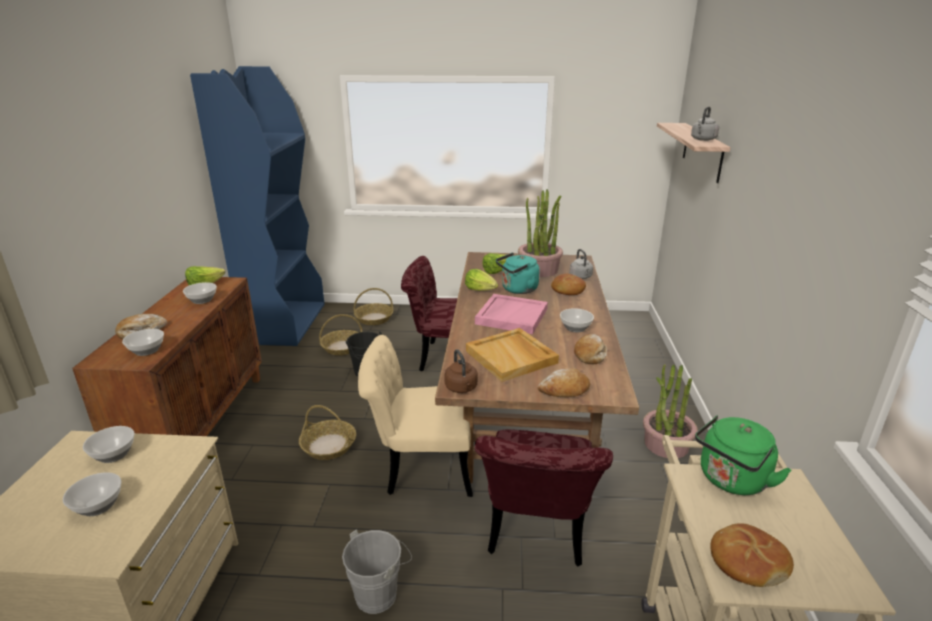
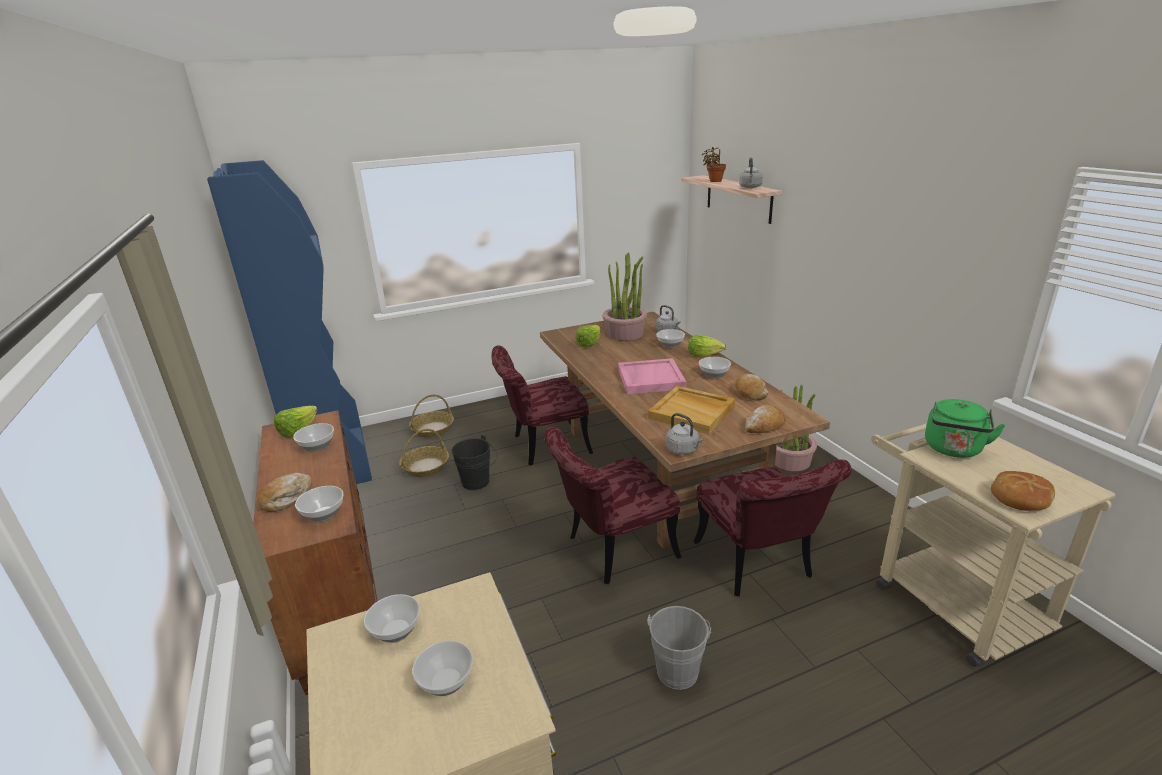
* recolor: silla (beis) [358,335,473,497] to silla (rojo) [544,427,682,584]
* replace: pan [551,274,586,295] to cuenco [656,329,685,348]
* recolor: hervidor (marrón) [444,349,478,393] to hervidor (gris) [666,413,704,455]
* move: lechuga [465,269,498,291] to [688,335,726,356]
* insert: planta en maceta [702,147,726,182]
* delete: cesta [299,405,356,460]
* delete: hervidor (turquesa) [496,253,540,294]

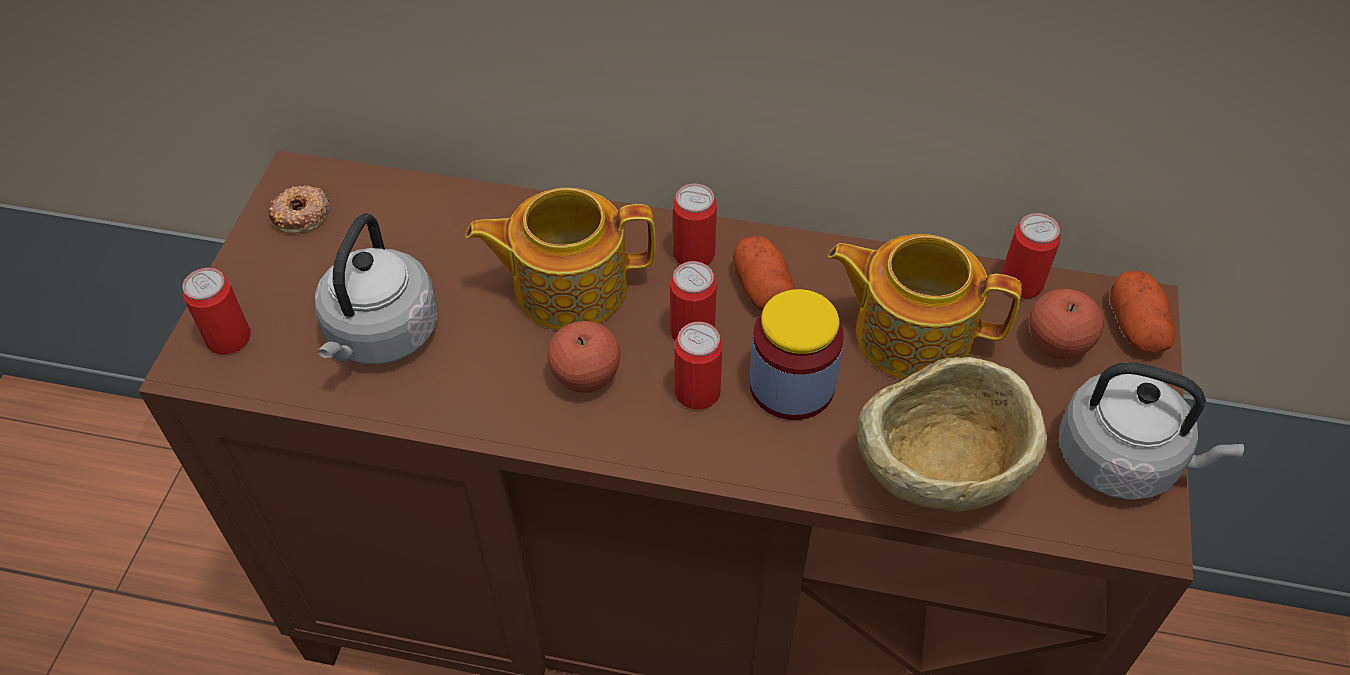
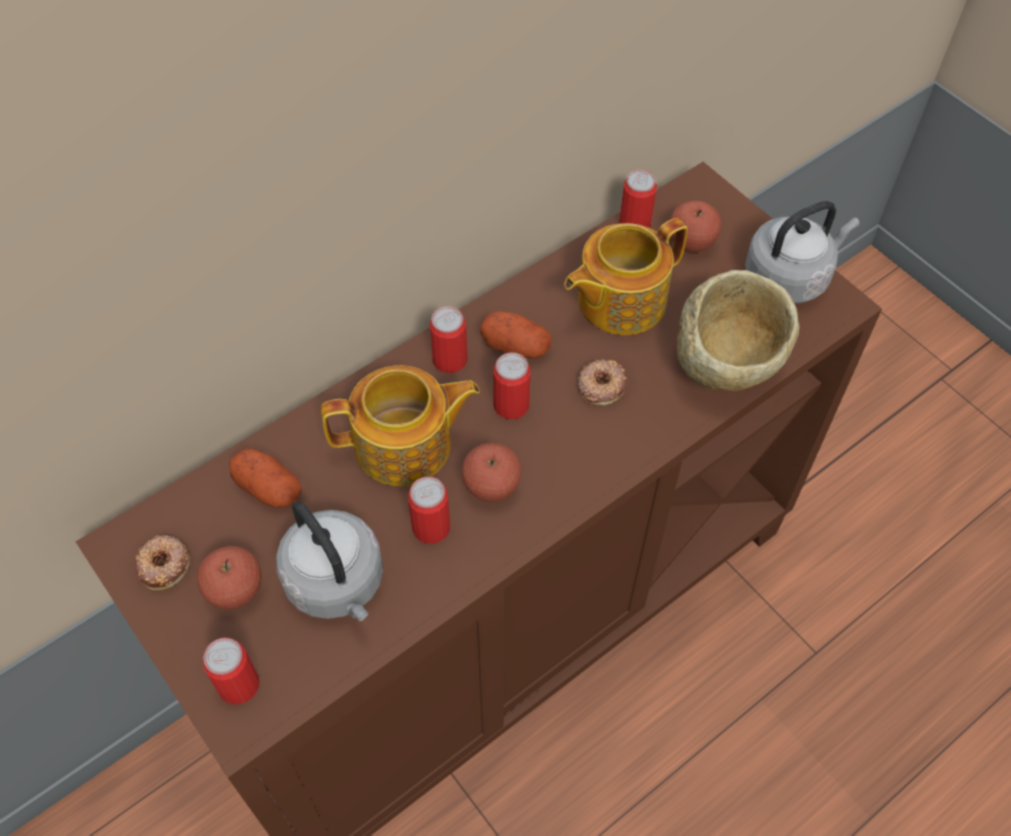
* insert: manzana [197,546,262,609]
* move: patata [1110,271,1175,353] to [229,448,302,508]
* rotate: tetera [465,188,656,330] = [321,365,480,486] 135 degrees counterclockwise
* move: lata [674,322,722,409] to [408,477,450,544]
* replace: tarro [749,289,844,420] to rosquilla [578,359,627,406]

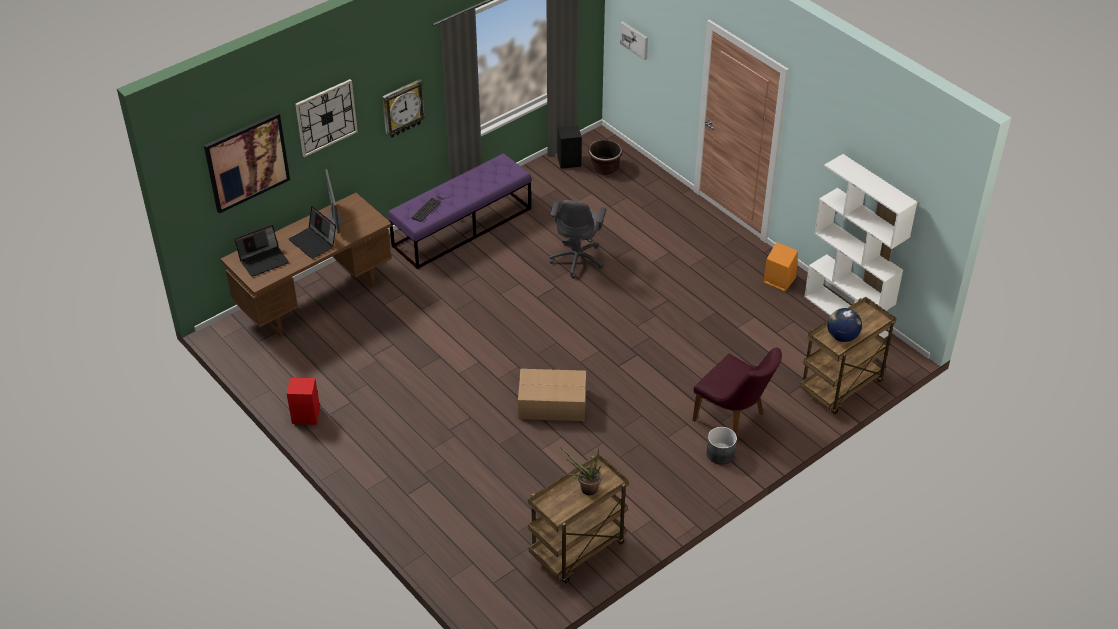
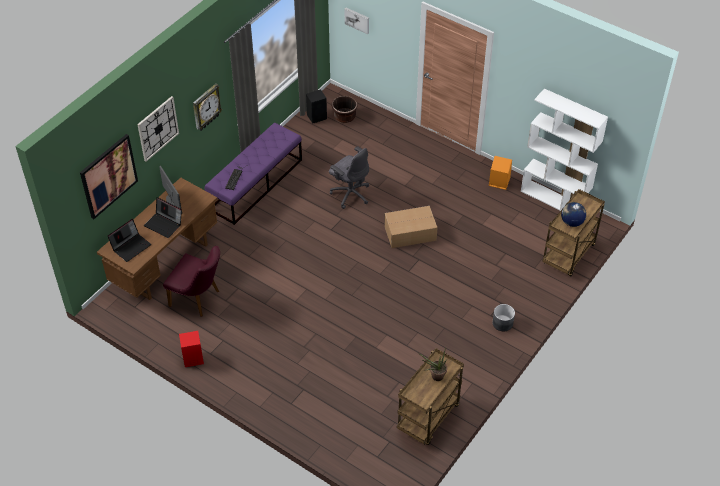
* move: silla (morado) [693,348,782,436] to [163,246,220,317]
* rotate: silla de oficina (gris) [549,200,607,279] = [329,146,369,209] 45 degrees counterclockwise
* move: caja de cartón [518,369,586,421] to [384,206,437,248]

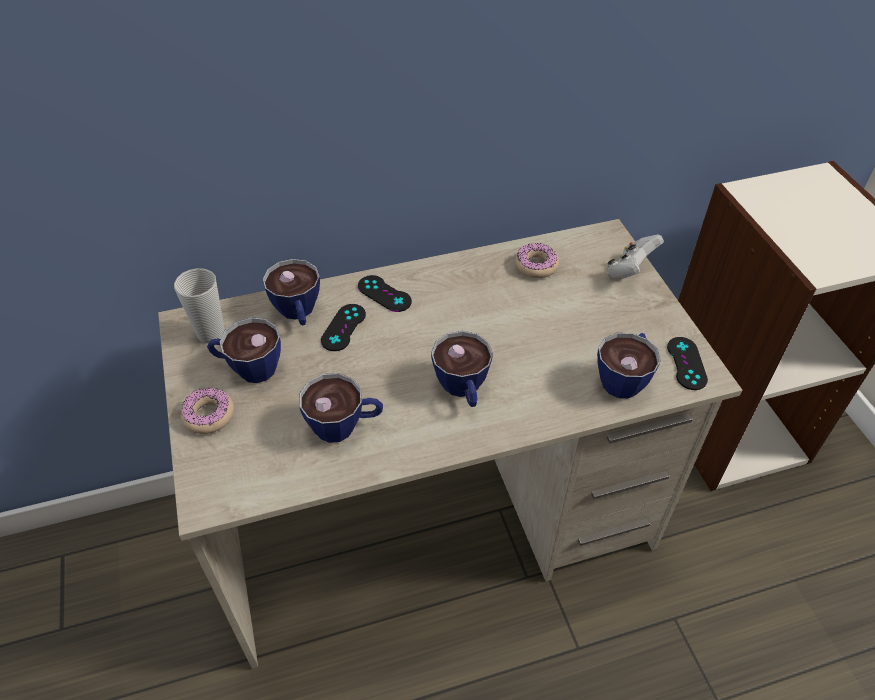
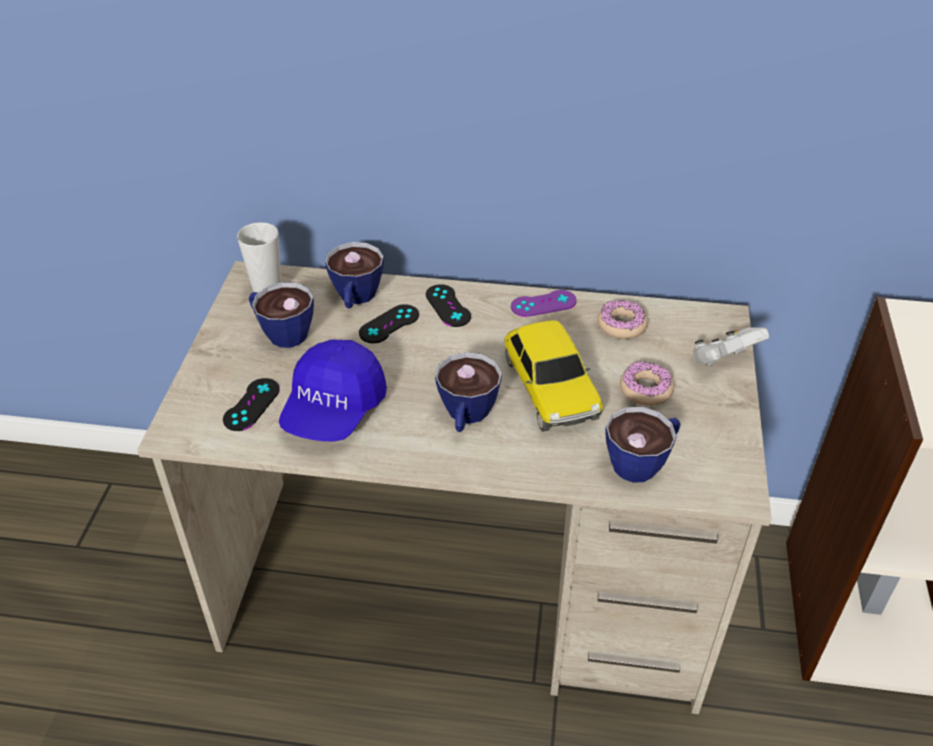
* move: mando de consola (negro) [667,337,708,390] to [223,378,280,431]
* replace: taza [299,373,383,443] to gorra (azul) [279,339,387,442]
* insert: coche de juguete [504,320,603,432]
* insert: mando de consola (morado) [511,290,577,317]
* move: rosquilla [181,388,234,434] to [620,361,674,406]

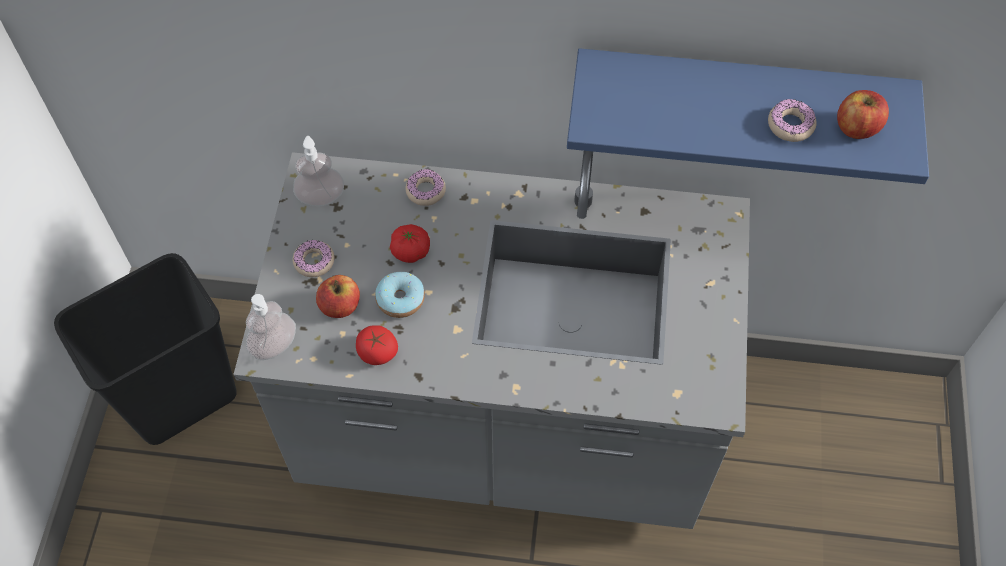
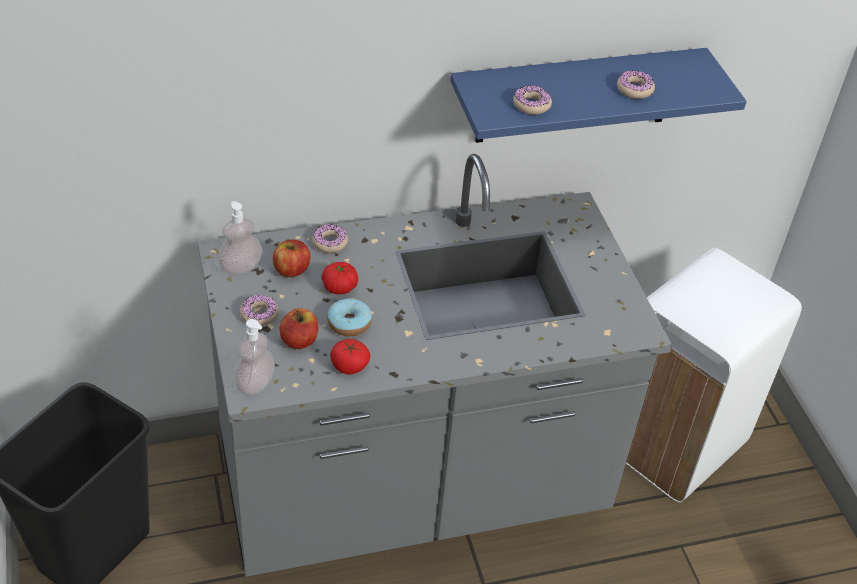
* move: manzana [837,90,889,139] to [273,240,310,277]
* insert: rosquilla [513,85,552,115]
* insert: papelera (blanco) [626,248,802,503]

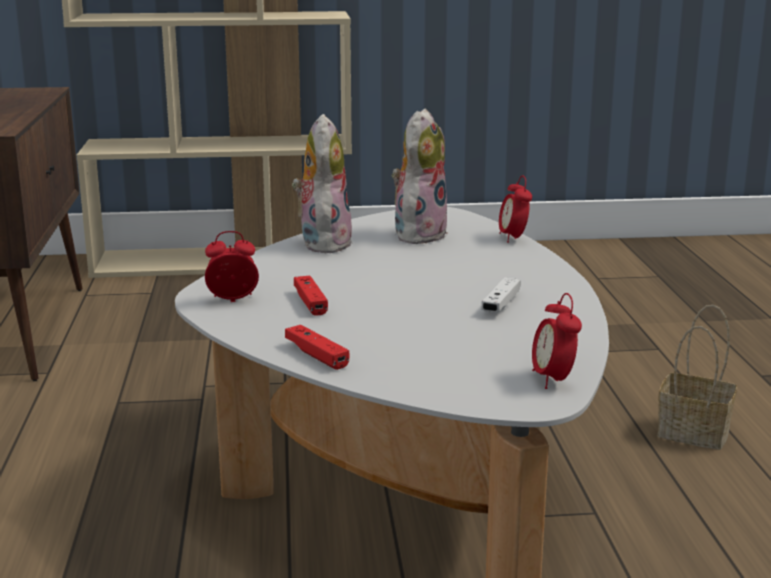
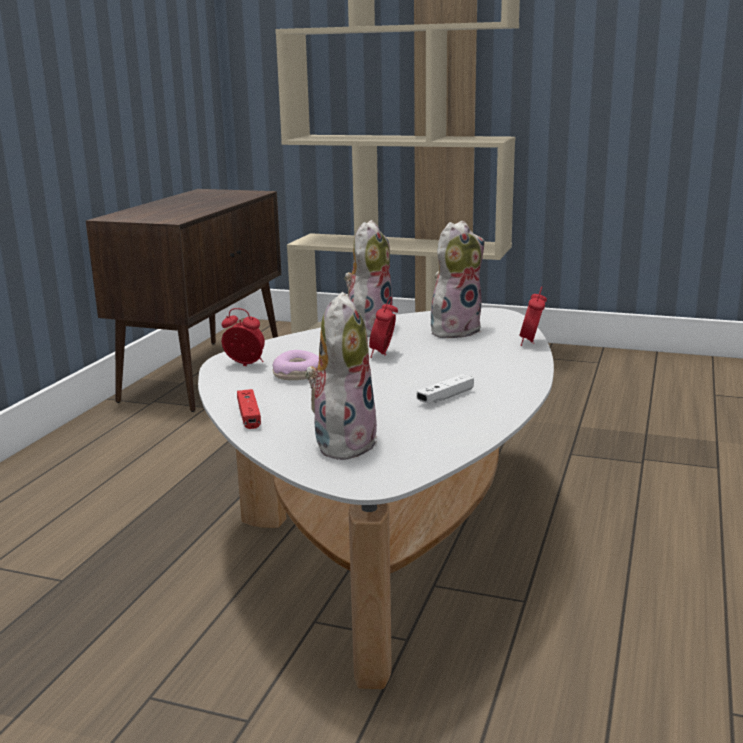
* replace: mando de consola (rojo) [294,276,328,316] to rosquilla [272,350,319,380]
* insert: peluche [305,292,377,460]
* move: despertador [532,293,582,389] to [369,297,398,358]
* delete: cesta [658,305,737,450]

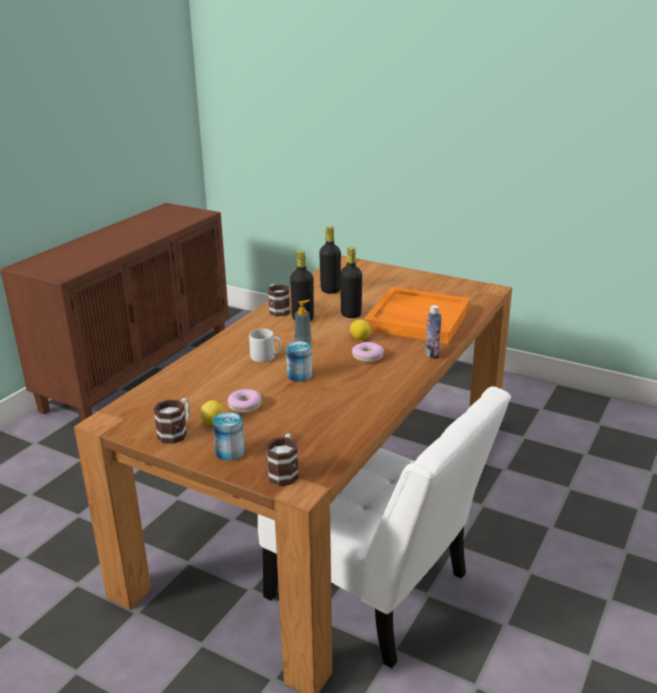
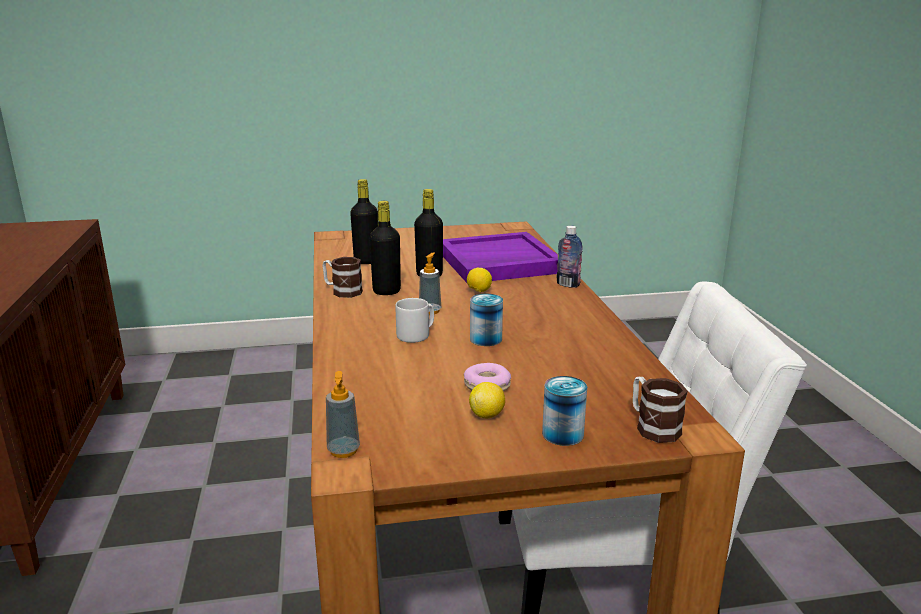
* insert: dispensador de jabón [326,371,360,458]
* recolor: bandeja (naranja) [364,287,471,344] to bandeja (morado) [443,232,558,283]
* delete: taza grande [153,398,190,444]
* delete: rosquilla [352,342,384,363]

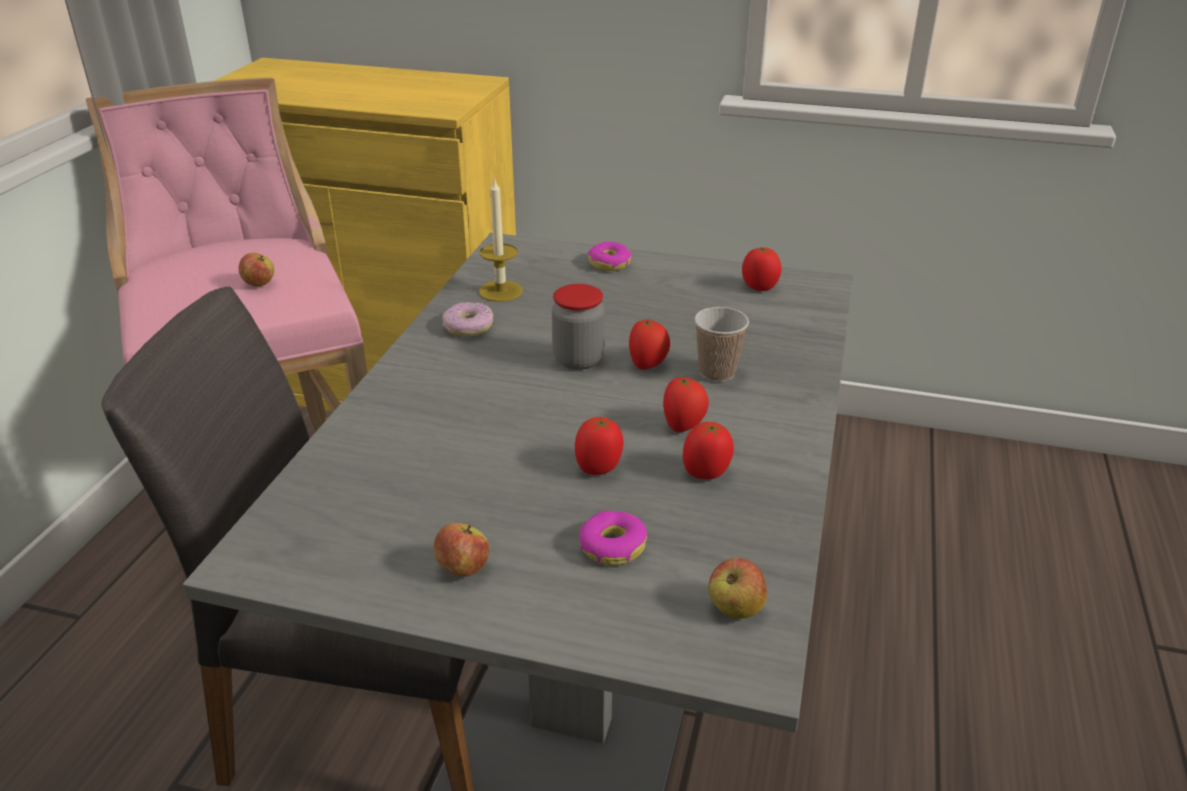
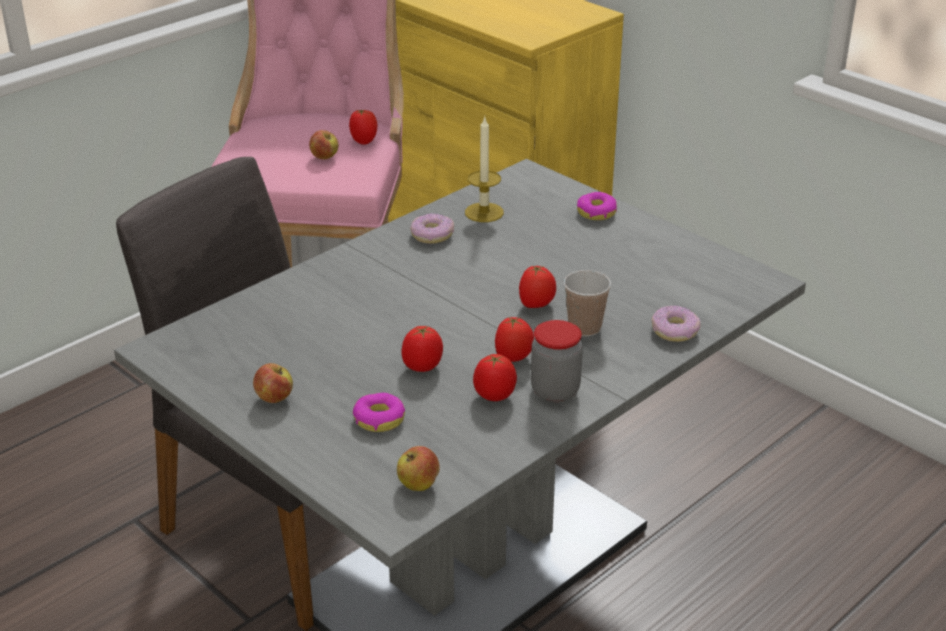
* move: tomate [742,247,782,291] to [349,110,377,145]
* move: tarro [552,284,605,370] to [531,320,583,402]
* insert: rosquilla [651,306,701,342]

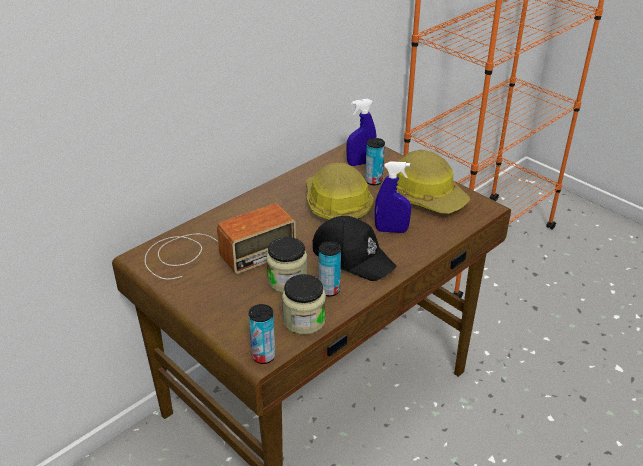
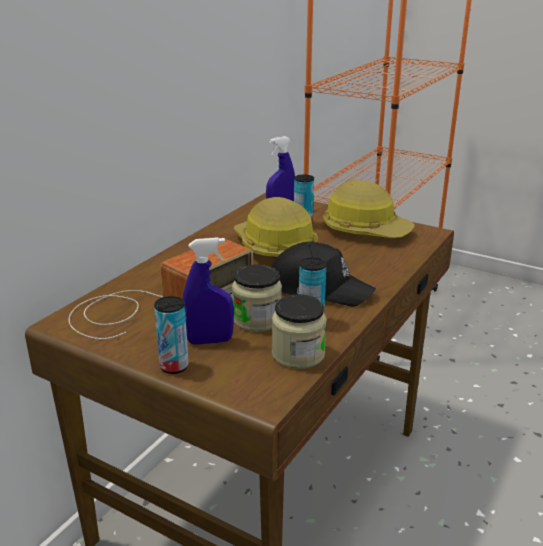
* move: lata [249,304,276,364] to [154,296,189,374]
* move: pulverizador (azul) [375,161,411,233] to [183,237,234,345]

